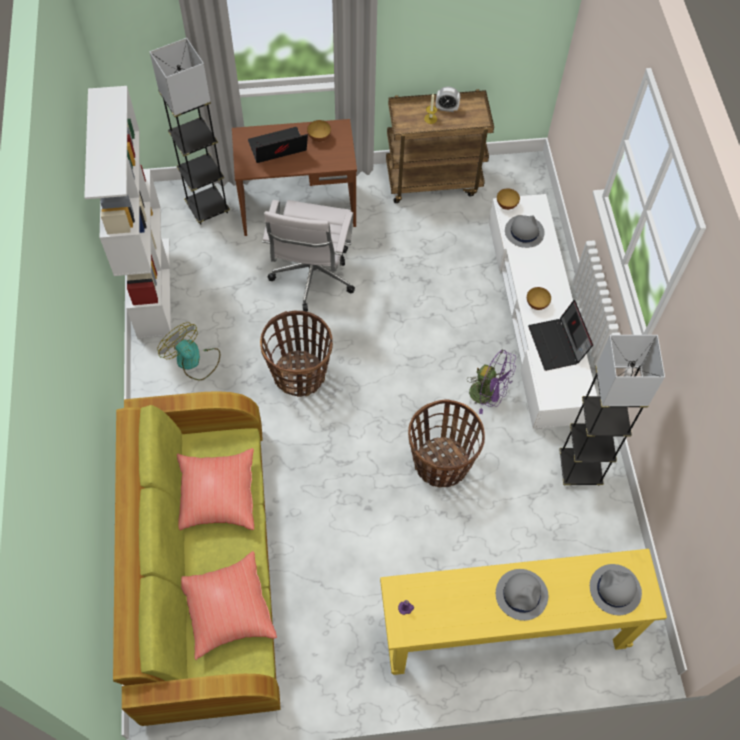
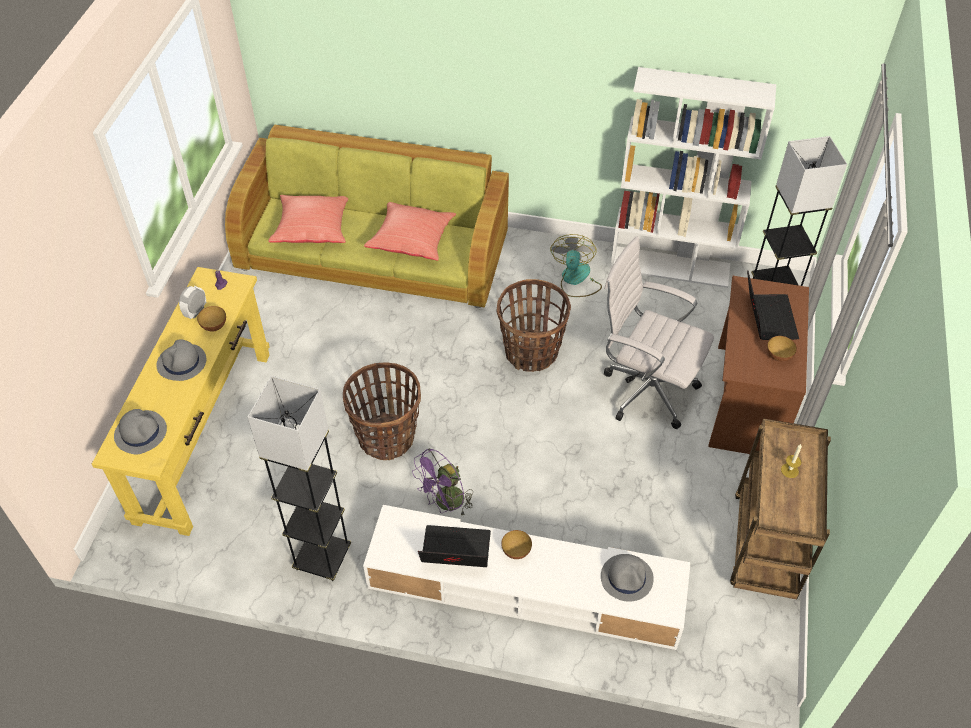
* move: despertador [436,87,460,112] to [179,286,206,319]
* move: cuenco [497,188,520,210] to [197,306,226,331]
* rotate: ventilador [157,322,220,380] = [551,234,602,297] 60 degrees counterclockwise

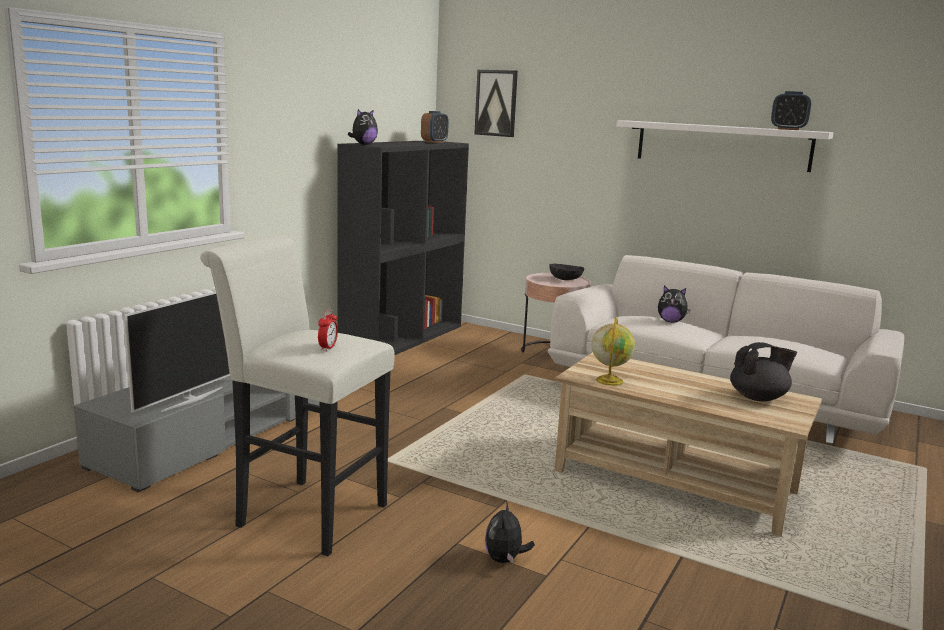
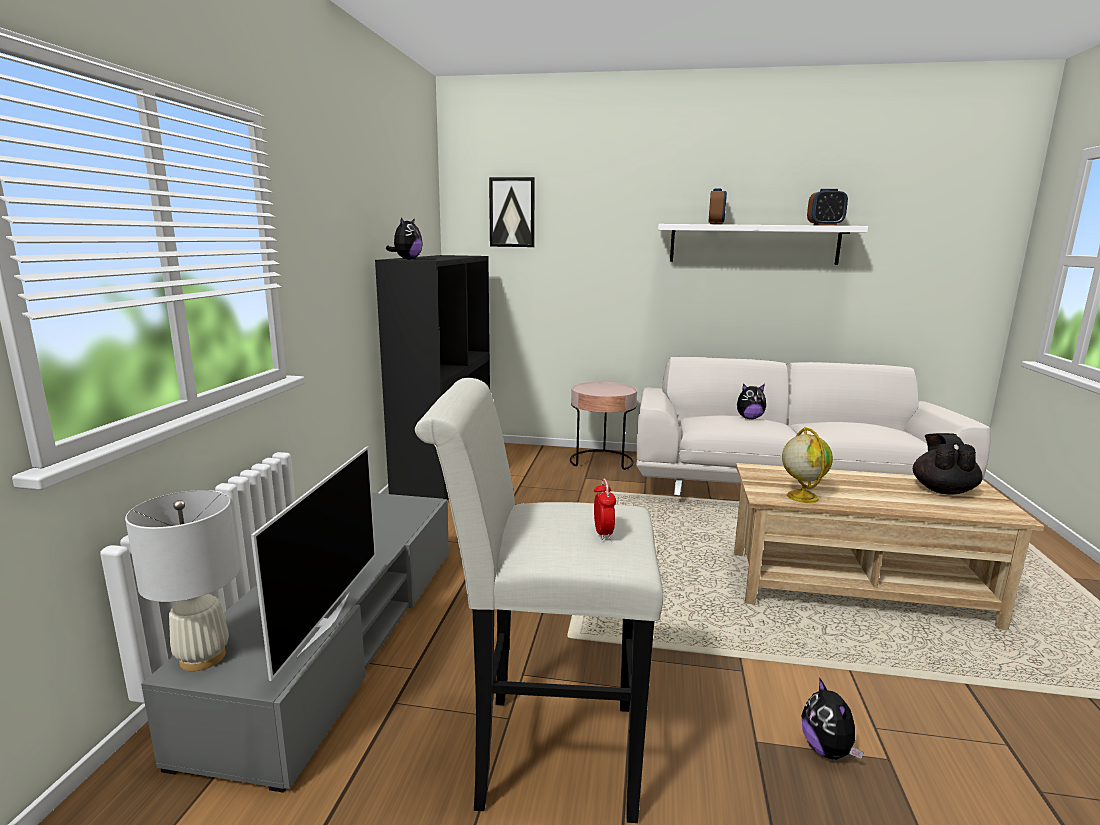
* insert: lámpara de mesa (blanco) [125,490,239,671]
* move: despertador [421,111,449,143] to [708,188,727,224]
* rotate: tetera (negro) [730,342,797,401] = [913,433,983,495] 45 degrees counterclockwise
* delete: cuenco (negro) [549,264,585,280]

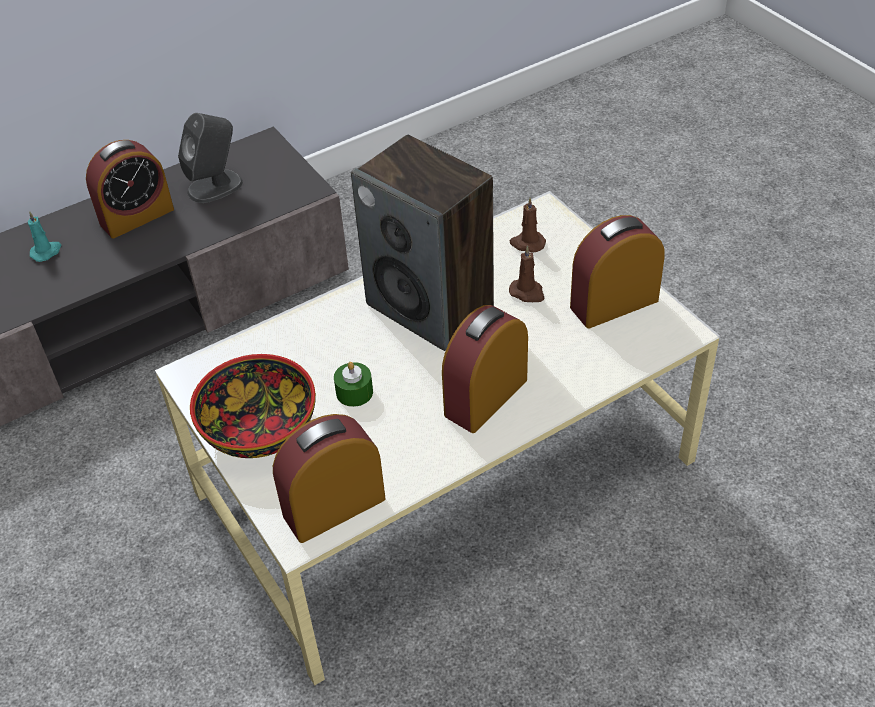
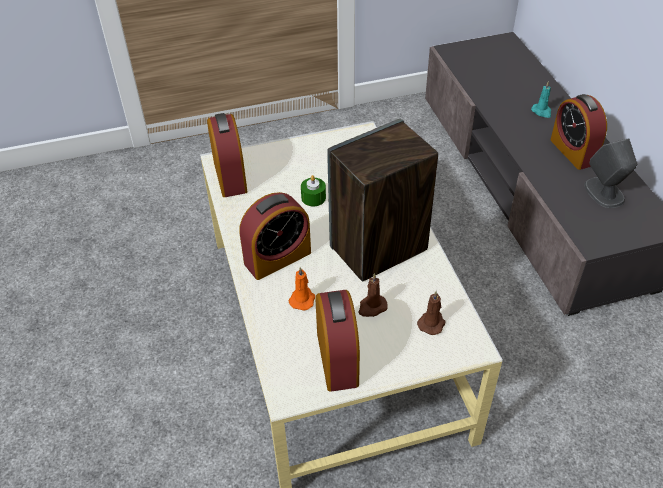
* rotate: despertador [442,305,528,433] = [239,192,311,280] 90 degrees clockwise
* insert: vela (naranja) [289,267,315,310]
* delete: cuenco [190,354,316,458]

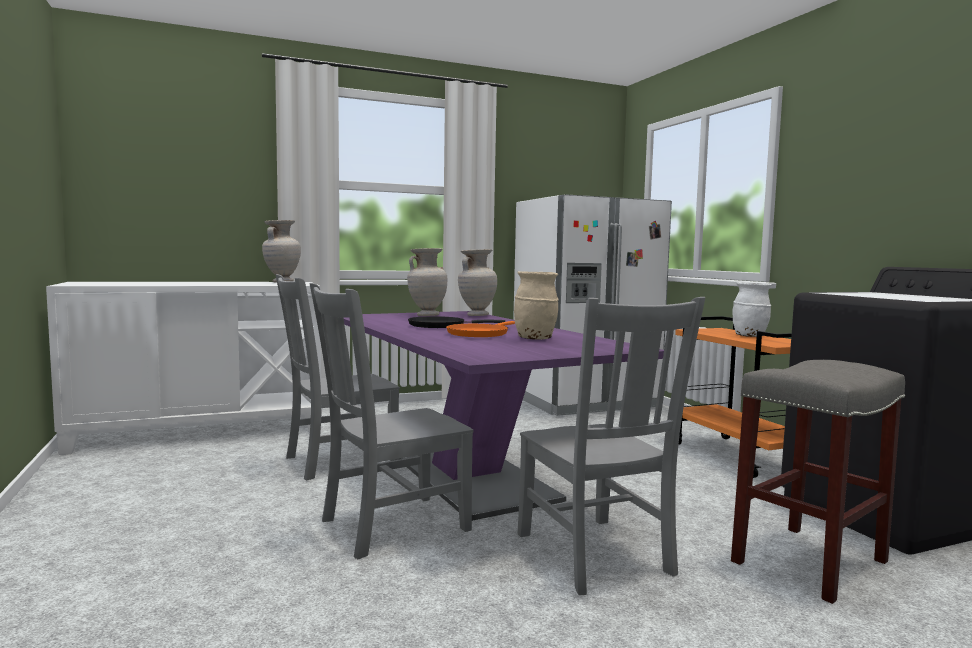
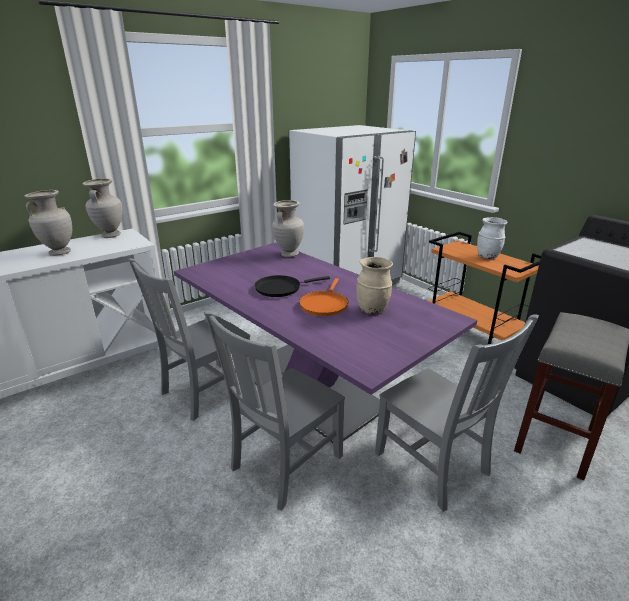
* move: florero (beis) [407,248,447,316] to [25,190,72,256]

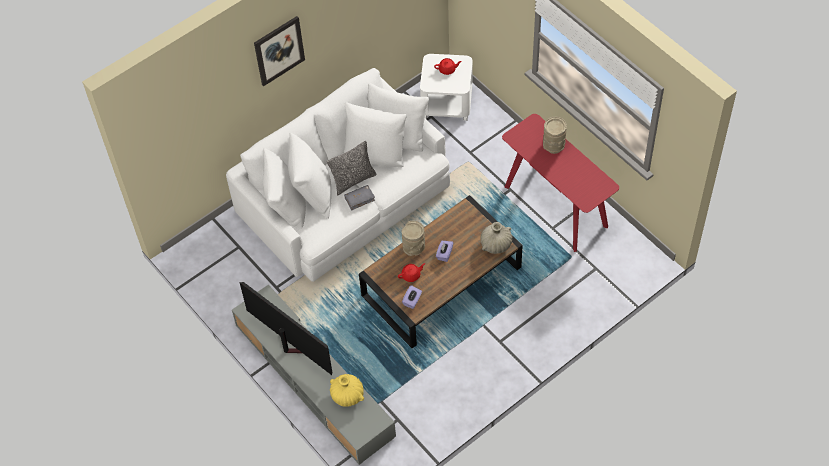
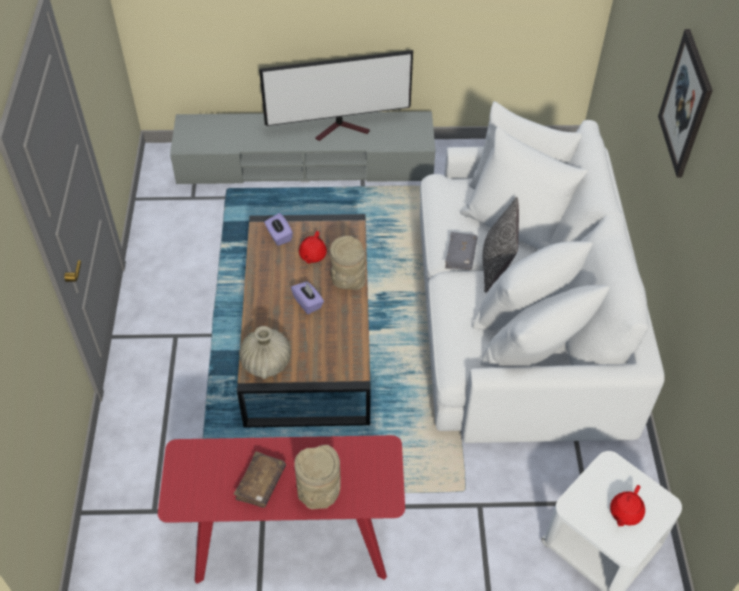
* insert: libro (marrón) [234,452,286,508]
* delete: florero (amarillo) [330,374,364,407]

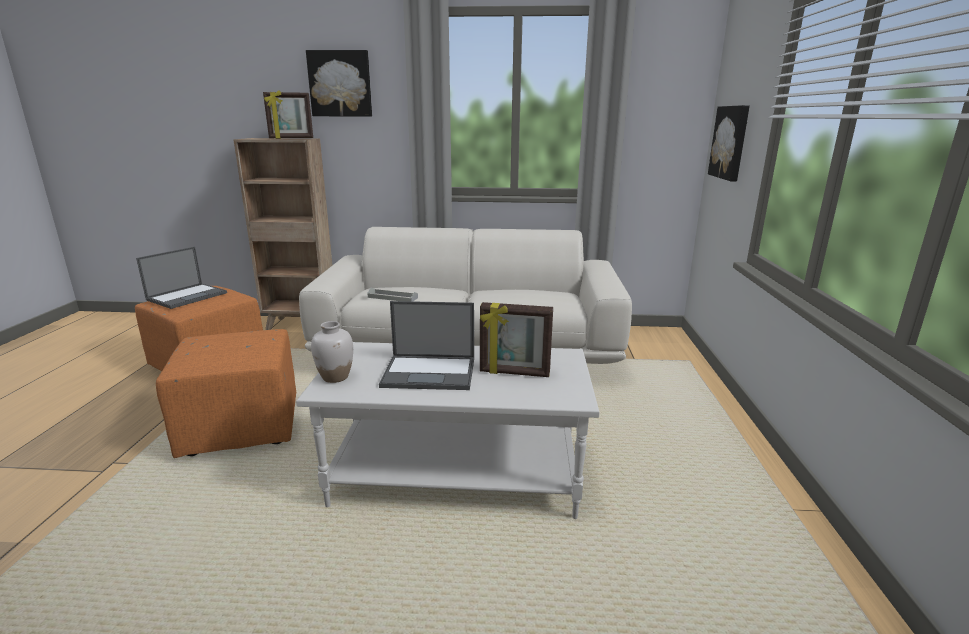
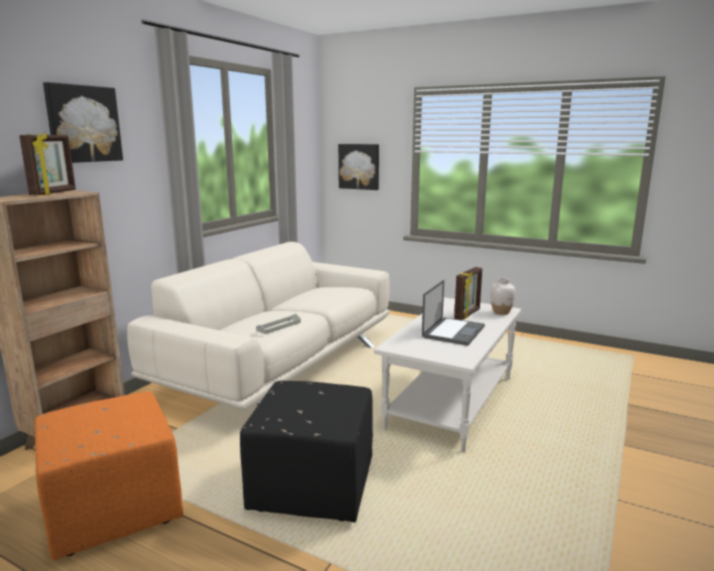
* recolor: puf (naranja) [156,329,296,458] to puf (negro) [240,381,373,523]
* move: florero (blanco) [311,321,353,383] to [490,278,516,315]
* delete: portátil [136,247,227,309]

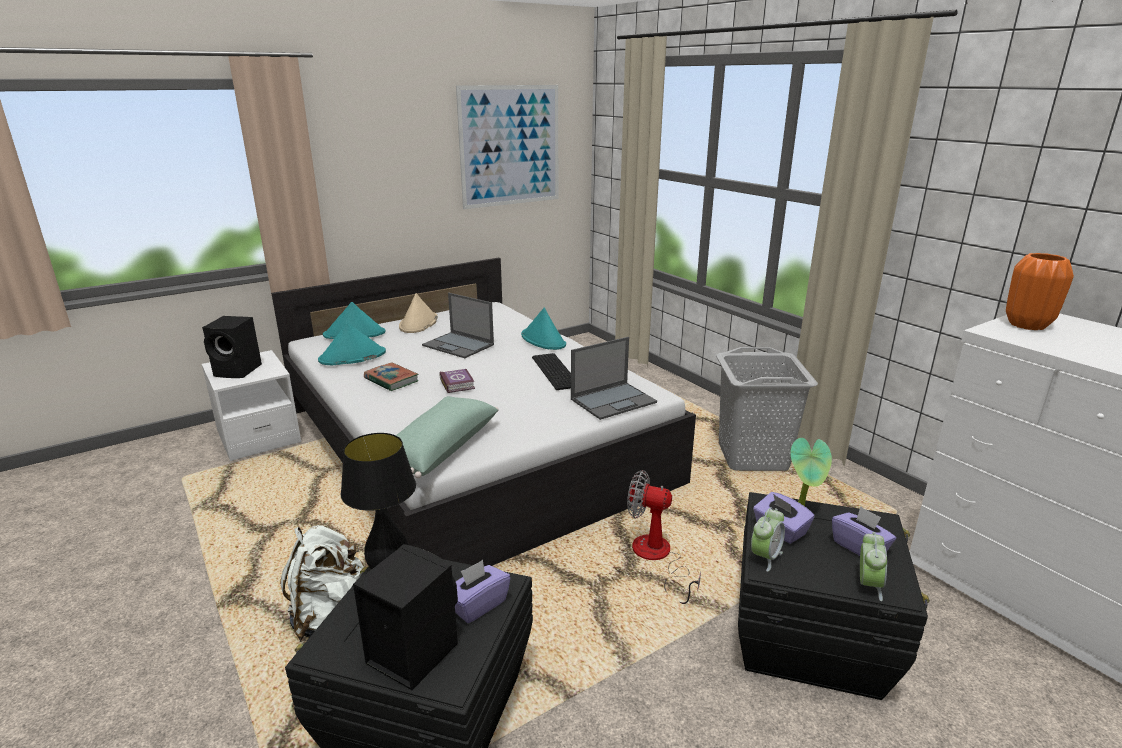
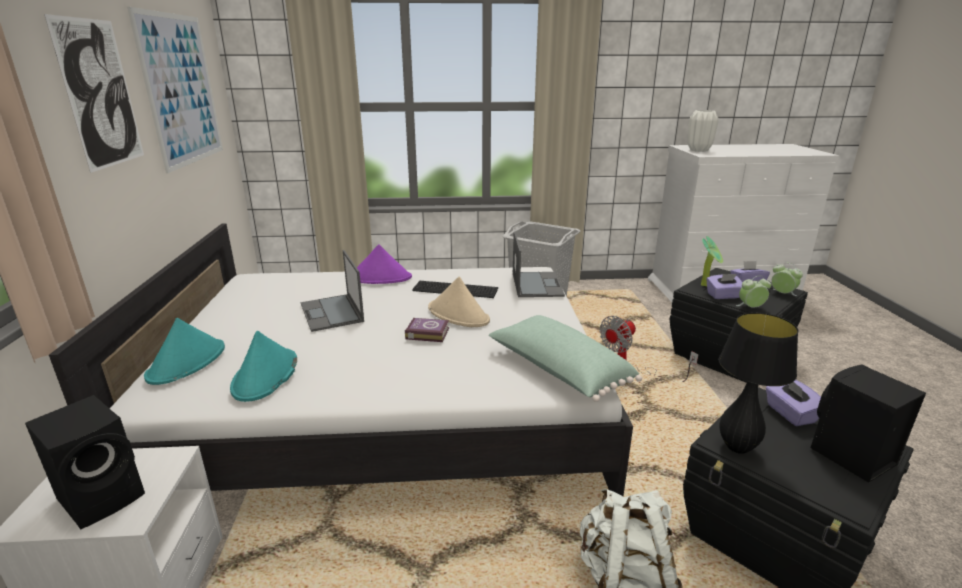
* insert: cuadro [44,14,144,173]
* rotate: portátil [422,293,494,358] = [301,250,364,332] 90 degrees clockwise
* recolor: sombrero (turquesa) [521,308,566,350] to sombrero (morado) [357,244,412,284]
* move: sombrero (beis) [399,293,438,333] to [428,277,490,327]
* recolor: florero (naranja) [1006,253,1074,330] to florero (blanco) [687,110,719,152]
* rotate: despertador [751,507,785,572] = [736,276,772,308] 75 degrees counterclockwise
* delete: libro [364,362,419,391]

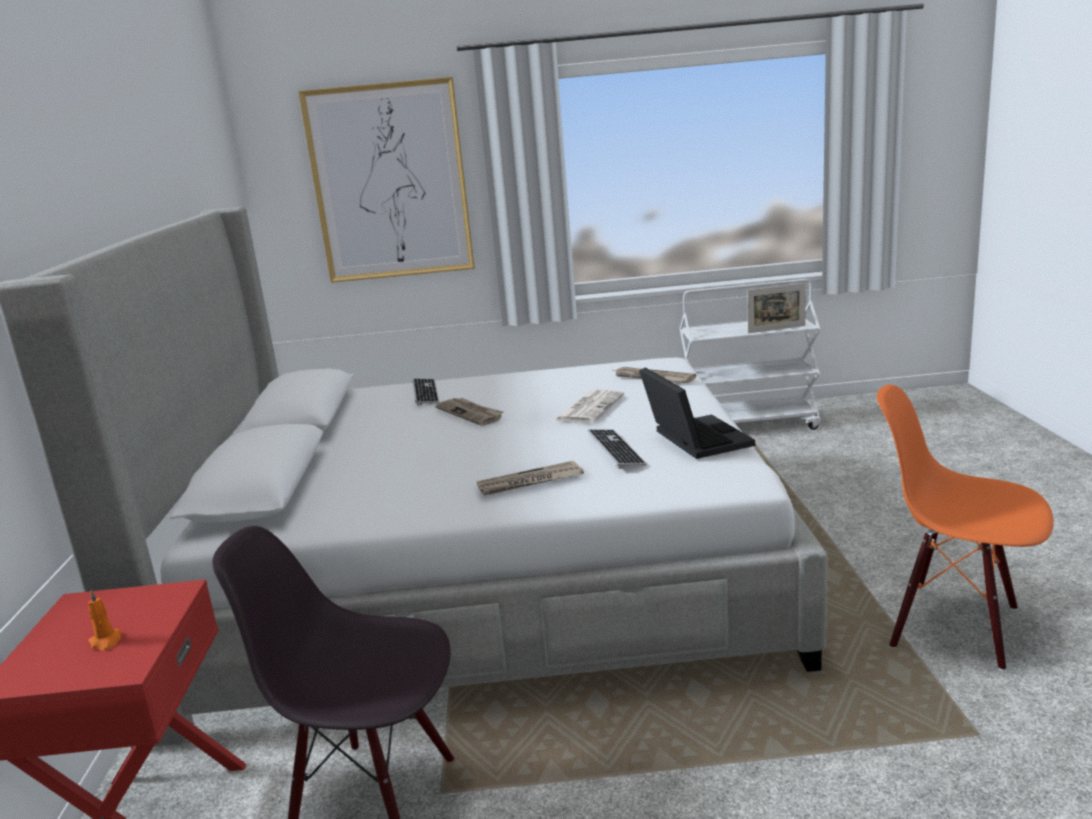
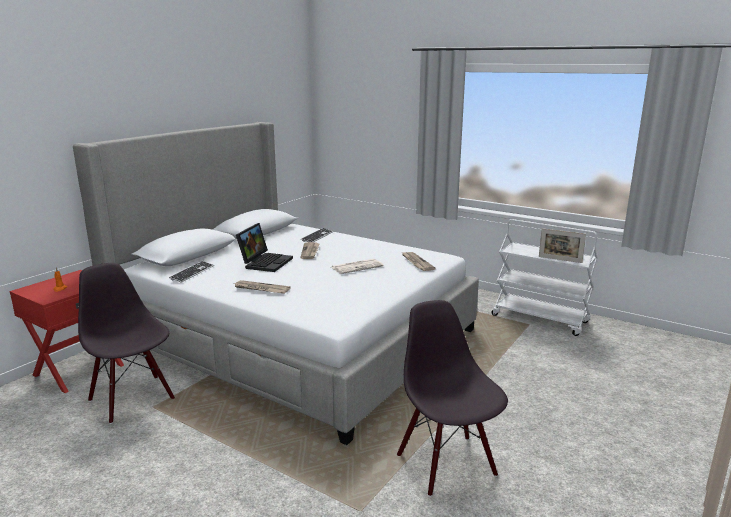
* move: teclado [587,430,647,469] to [169,261,214,283]
* move: portátil [639,368,755,459] to [236,223,293,272]
* recolor: silla (naranja) [877,384,1054,671] to silla (negro) [397,300,508,497]
* delete: cuadro [298,77,475,283]

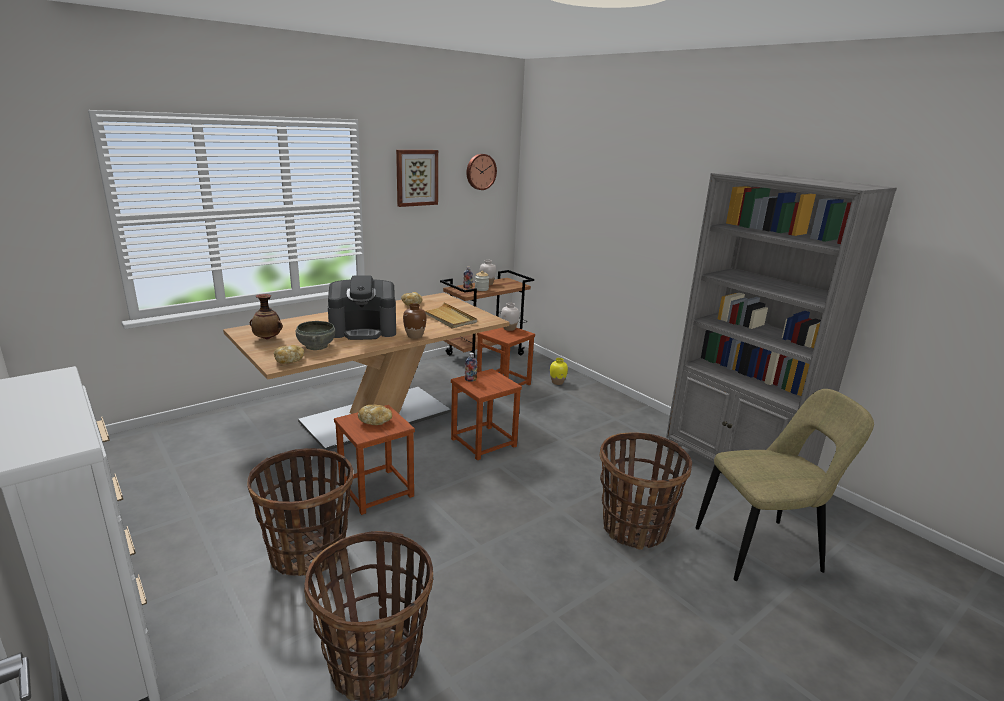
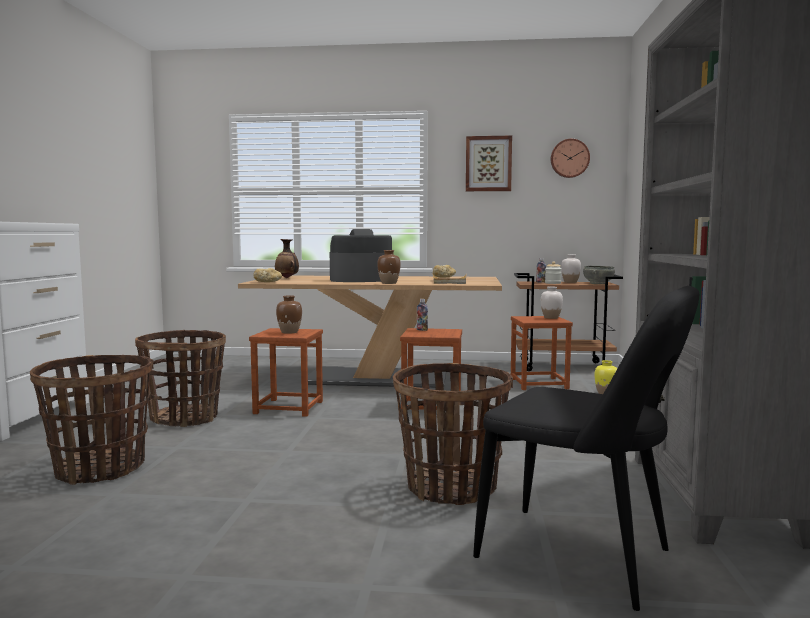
* replace: pan [358,405,392,425] to florero (marrón) [276,295,302,334]
* rotate: cafetera [328,276,396,340] = [330,229,392,282] 135 degrees clockwise
* recolor: silla (beis) [696,389,874,581] to silla (negro) [473,286,700,611]
* move: cuenco (gris) [296,321,335,350] to [583,266,615,284]

